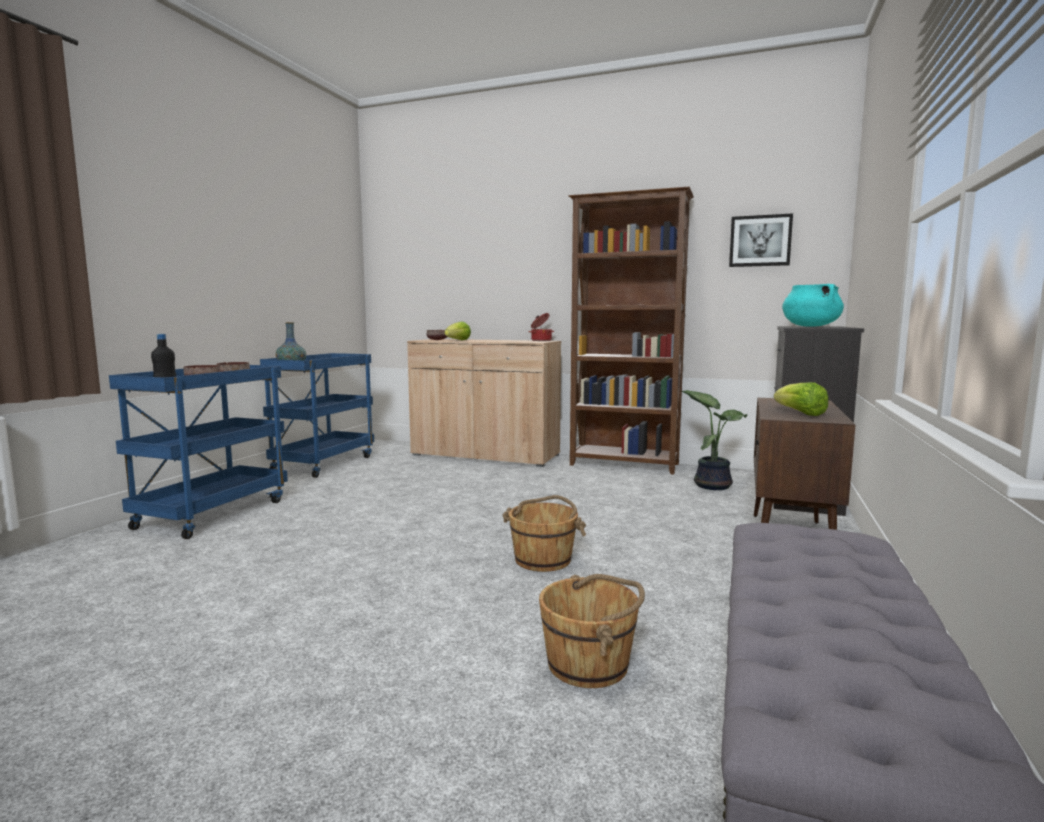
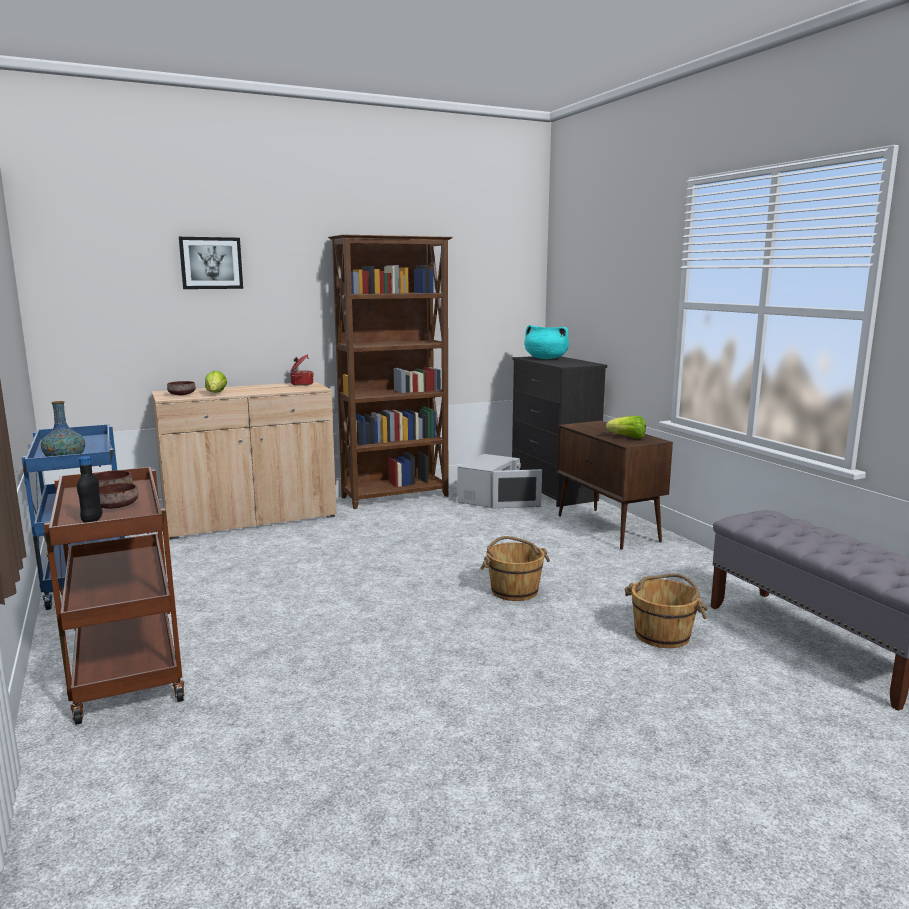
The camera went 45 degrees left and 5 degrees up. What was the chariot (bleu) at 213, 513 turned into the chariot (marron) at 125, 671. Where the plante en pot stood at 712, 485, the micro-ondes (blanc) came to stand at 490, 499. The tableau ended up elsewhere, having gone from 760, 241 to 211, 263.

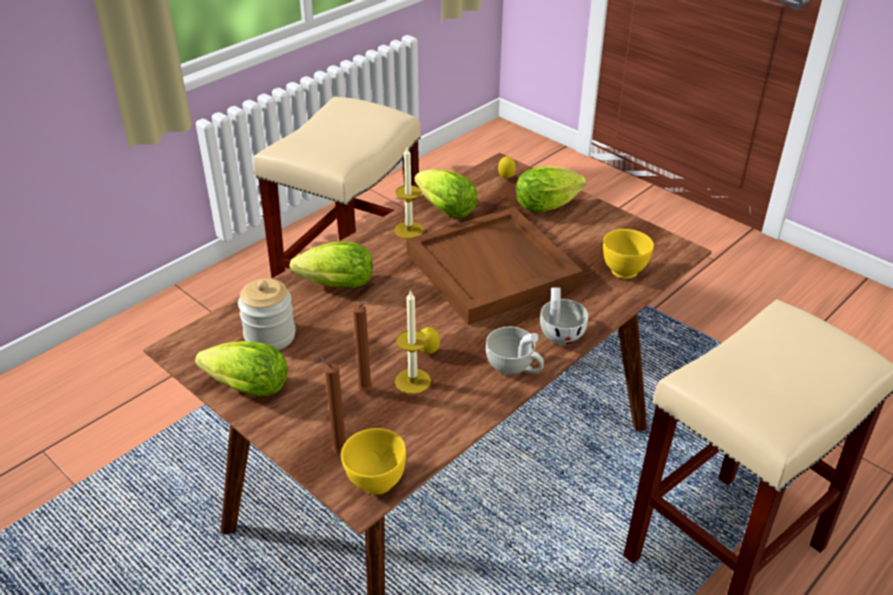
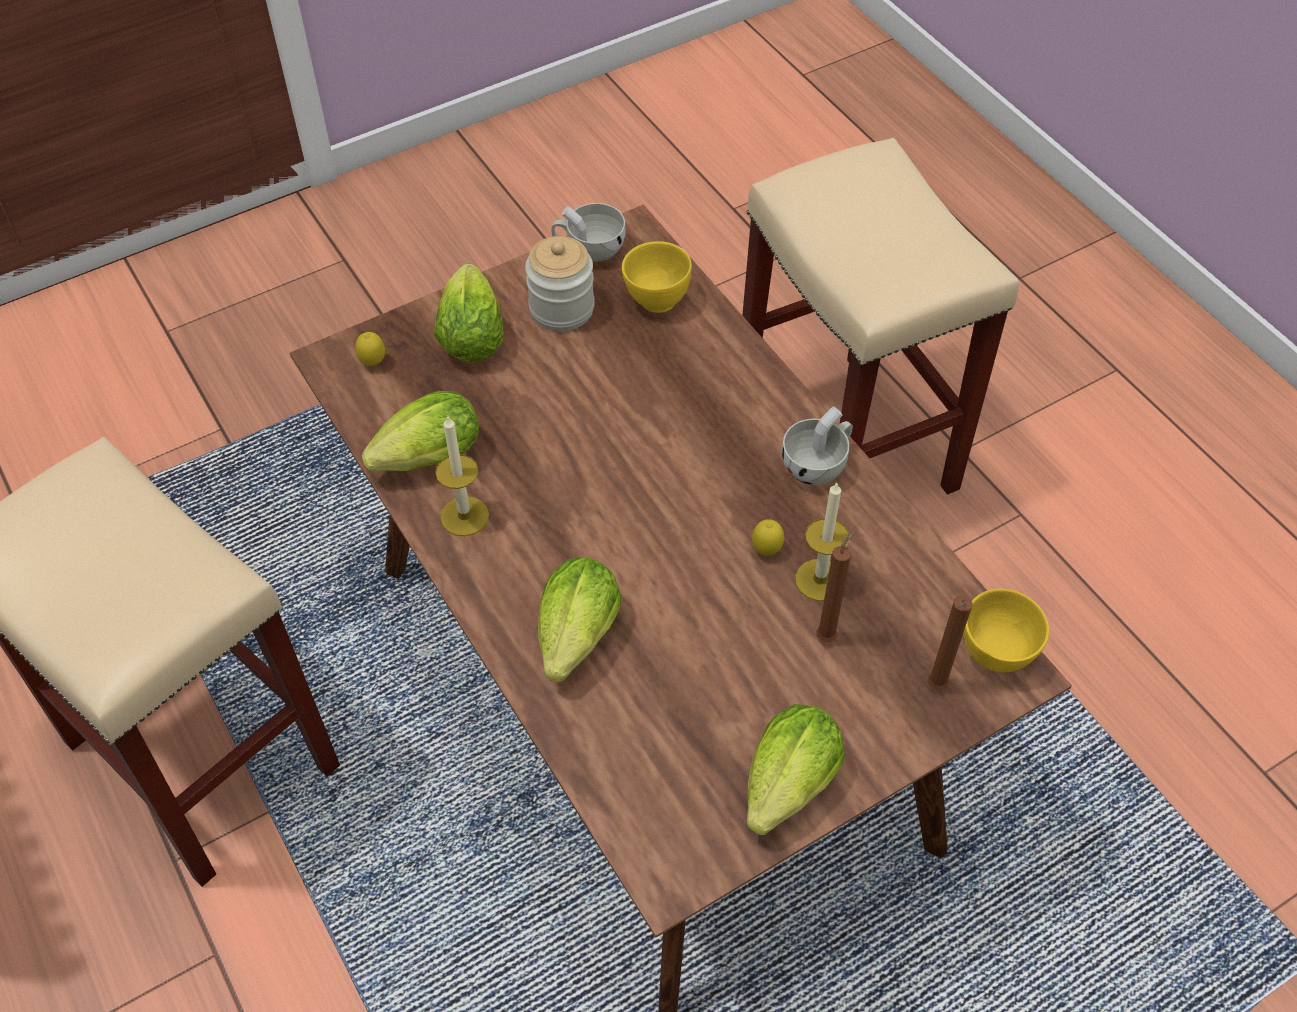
The camera went 75 degrees left and 15 degrees up. The bocal ended up elsewhere, having gone from 270, 336 to 562, 308. The second view lost the plateau (marron) at 494, 269. The tasse (blanc) ended up elsewhere, having gone from 560, 332 to 589, 249.

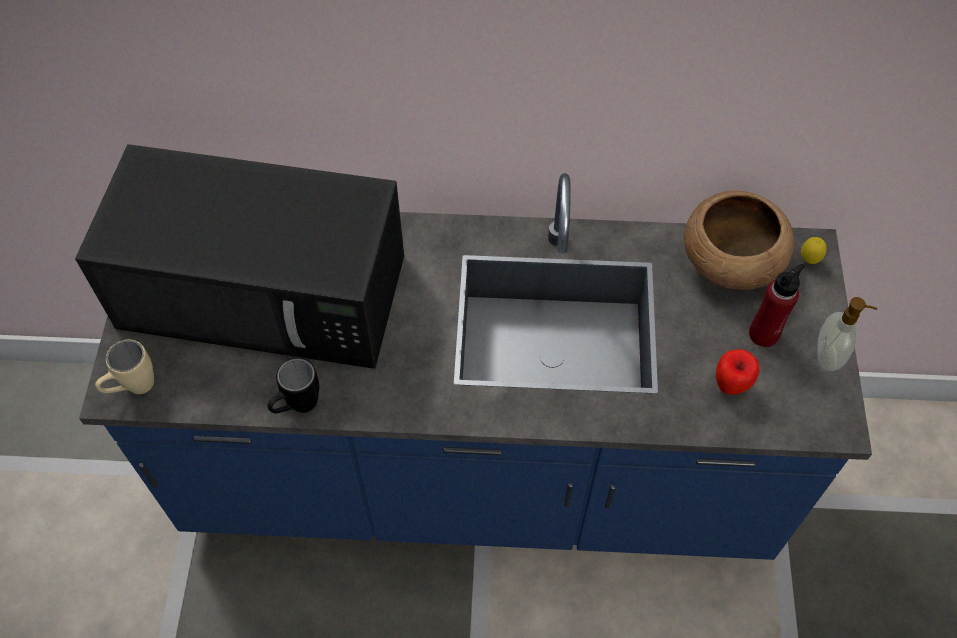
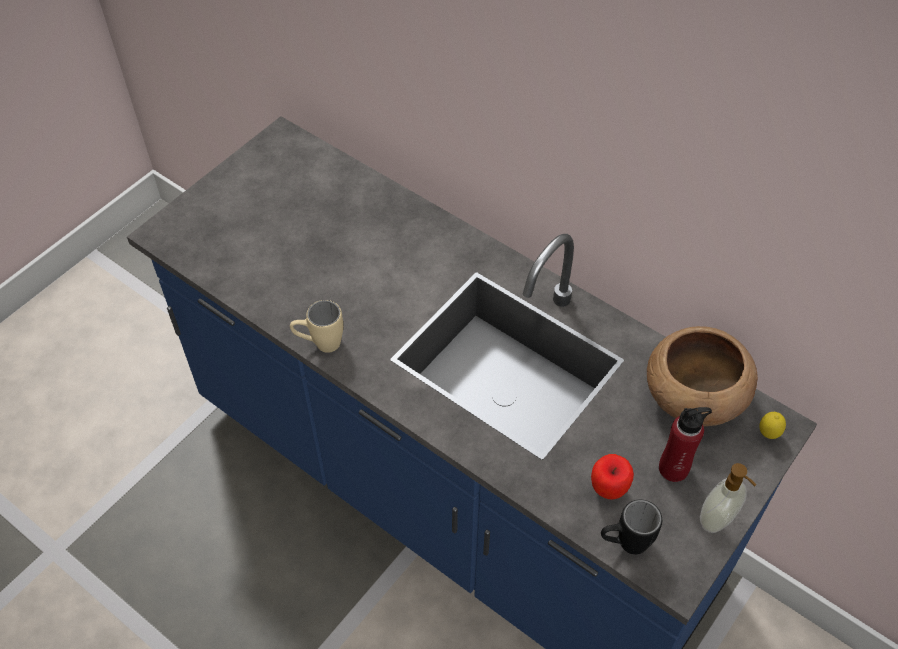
The camera went 35 degrees right and 5 degrees down. The second view lost the micro-ondes (noir) at 267, 290. The mug (beige) ended up elsewhere, having gone from 133, 388 to 320, 344. The mug (noir) ended up elsewhere, having gone from 297, 407 to 624, 544.

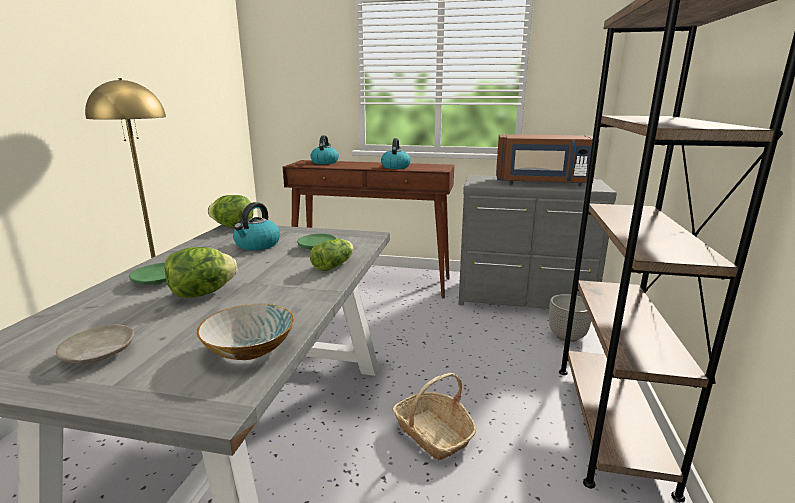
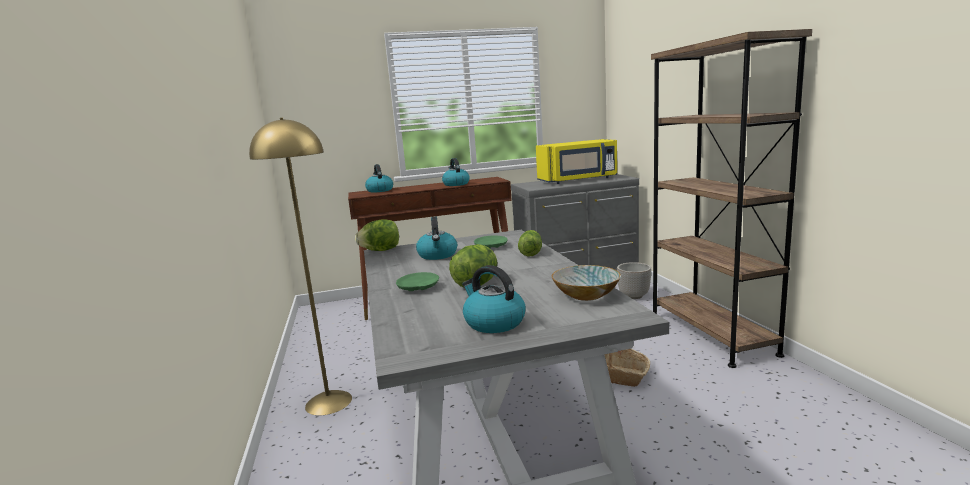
The camera went 25 degrees left and 5 degrees down. Where the assiette (beige) stood at 98, 354, the bouilloire came to stand at 493, 323. What was the micro-ondes (marron) at 542, 182 turned into the micro-ondes (jaune) at 578, 180.

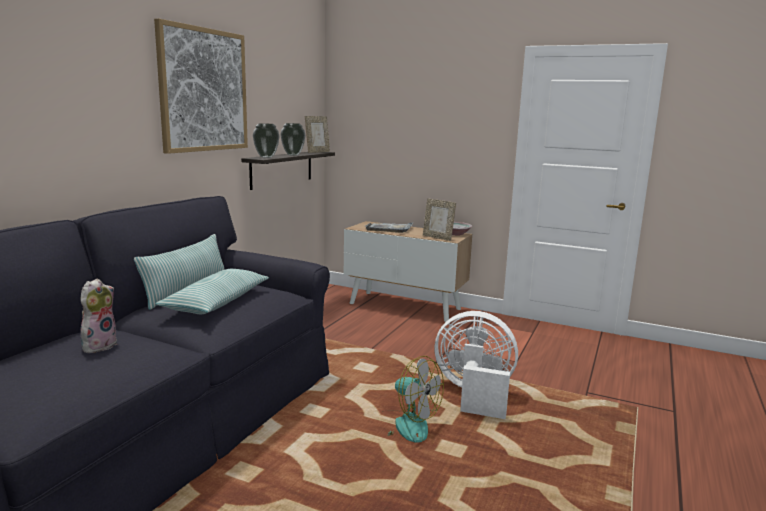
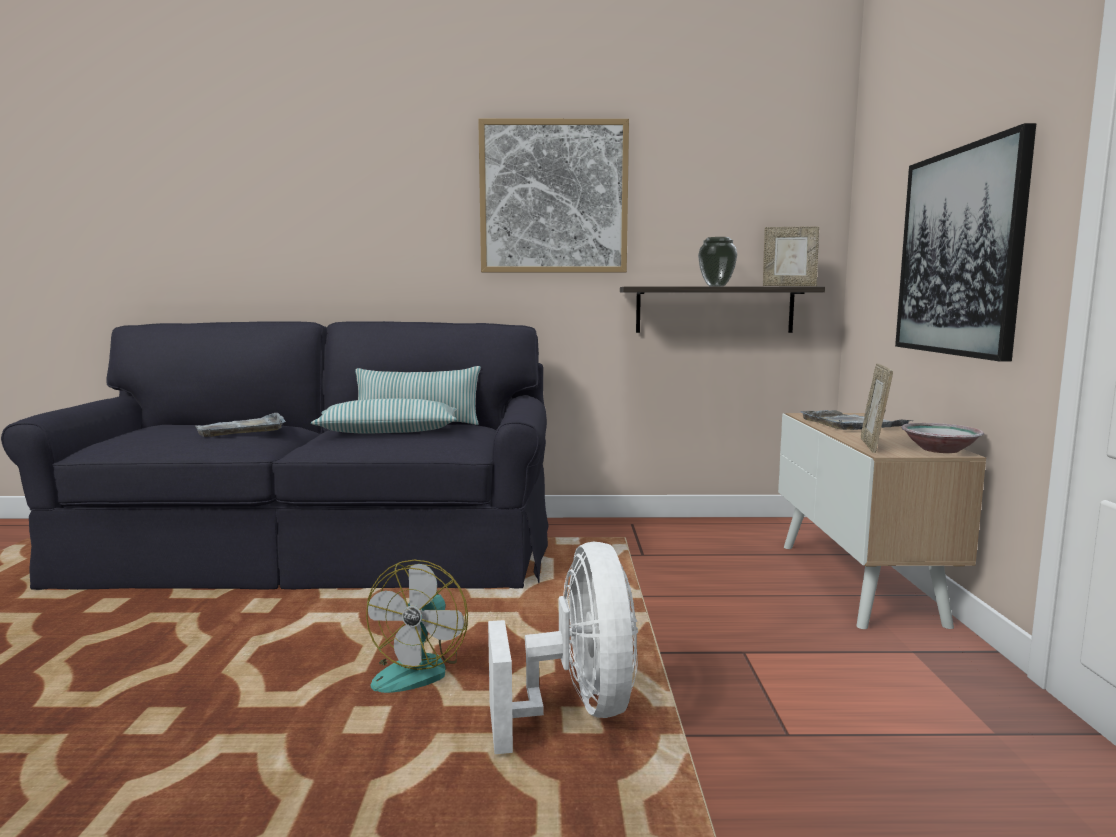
The camera went 65 degrees right and 5 degrees down. Where the peluche stood at 99, 345, the plateau (gris) came to stand at 241, 429. The second view lost the vase at 267, 157. The second view gained the tableau at 959, 252.

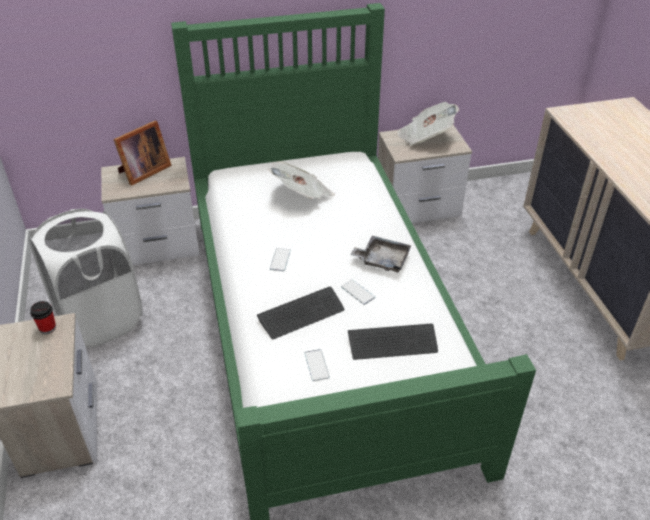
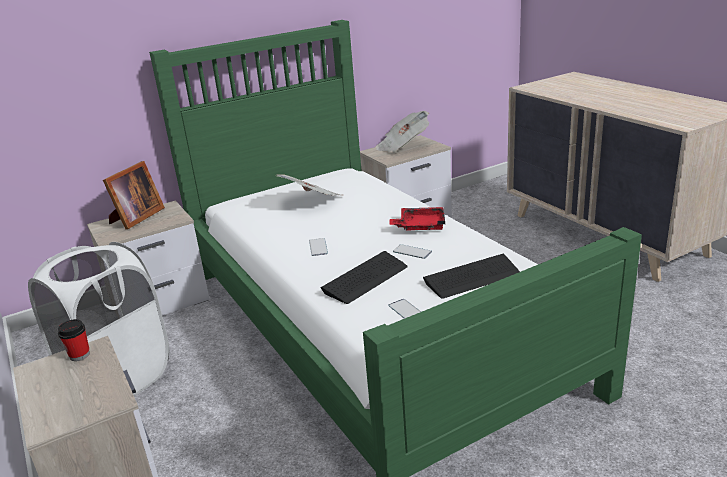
The camera went 15 degrees left and 15 degrees down. What was the plateau (gris) at 382, 260 turned into the plateau (rouge) at 420, 226.

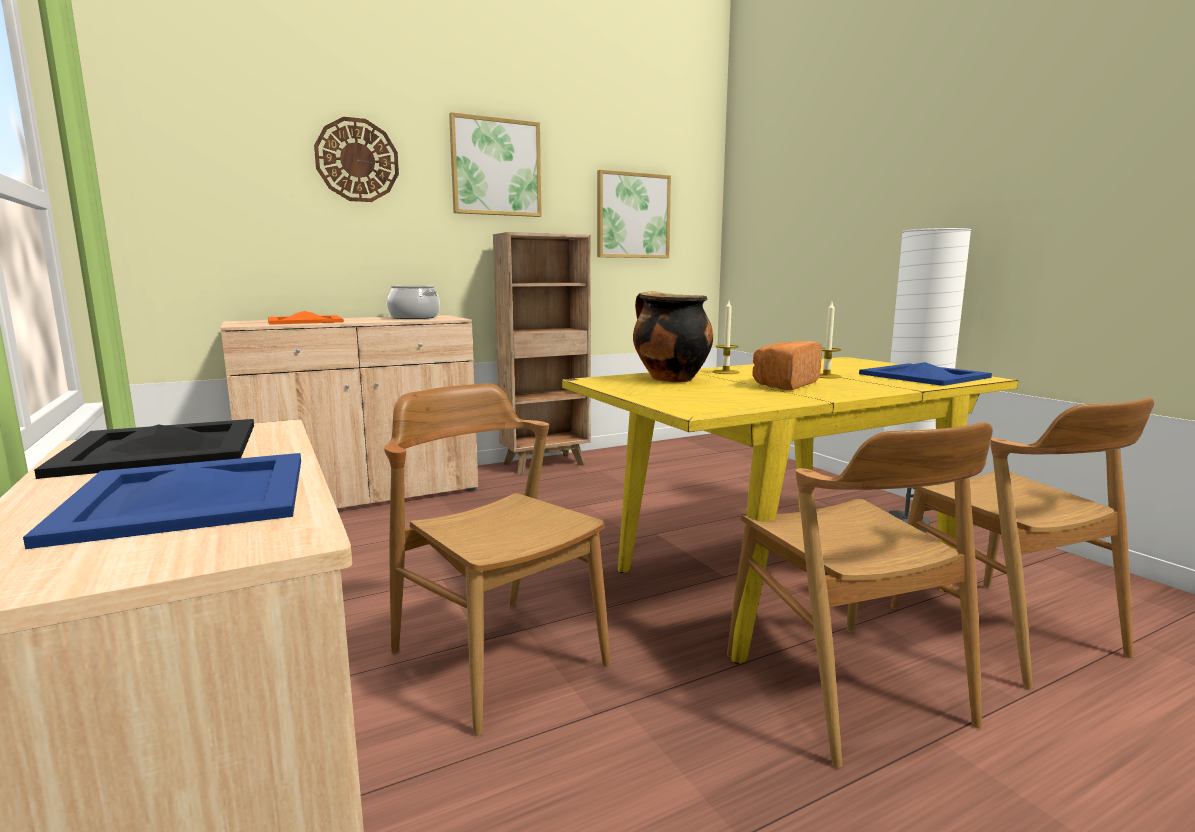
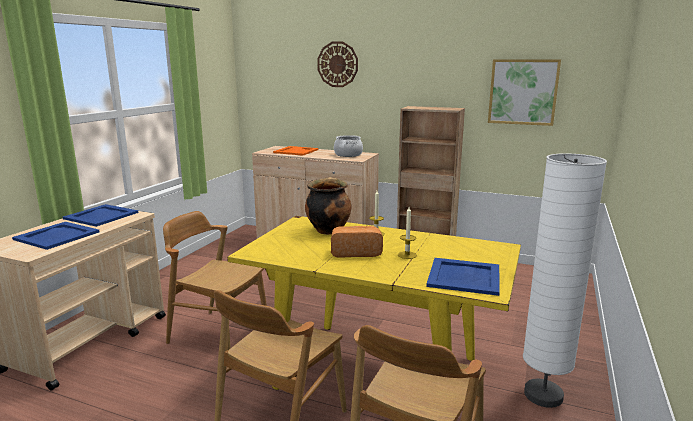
The camera went 50 degrees right and 5 degrees up. What was the plateau (noir) at 162, 448 turned into the plateau (bleu) at 101, 216. The chaise (marron) at 498, 658 ended up facing another way, 75 degrees counterclockwise from before. The second view lost the tableau at 496, 167.

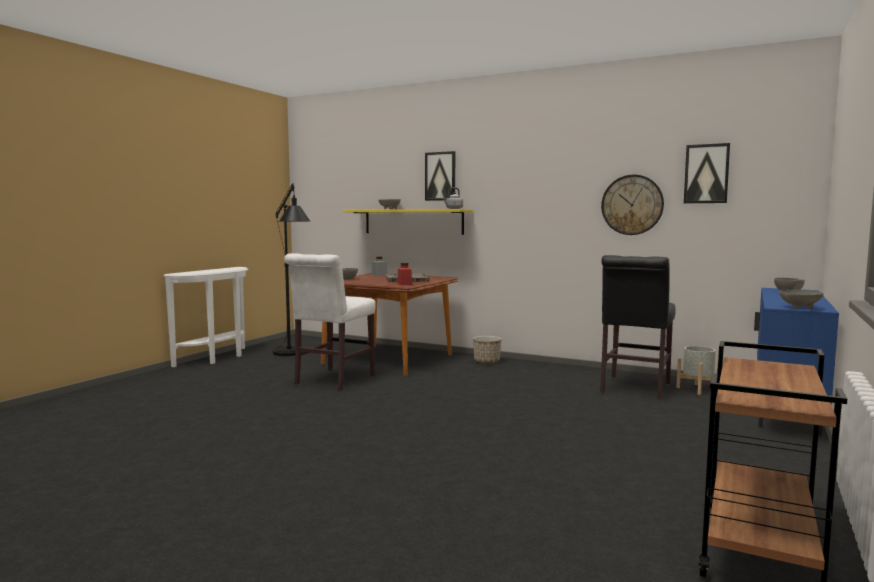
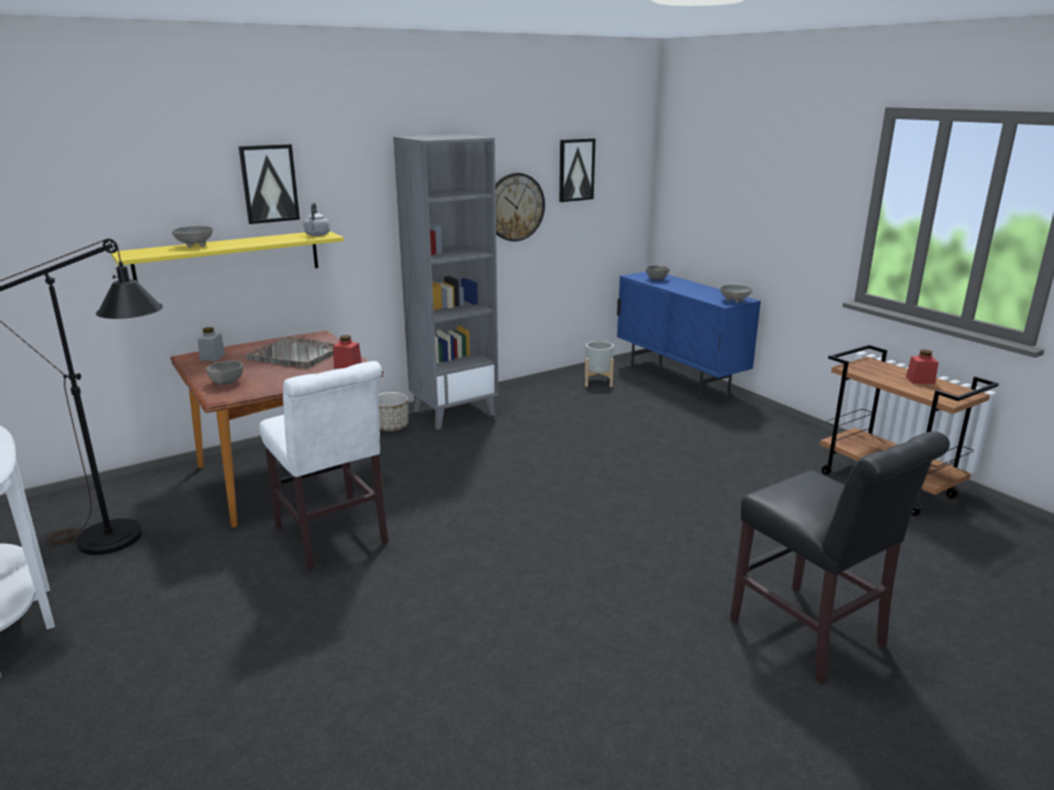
The camera went 60 degrees left and 15 degrees up. The chaise (noir) ended up elsewhere, having gone from 634, 389 to 813, 637. The second view gained the bibliothèque (gris) at 454, 412. The second view gained the bocal (rouge) at 920, 380.

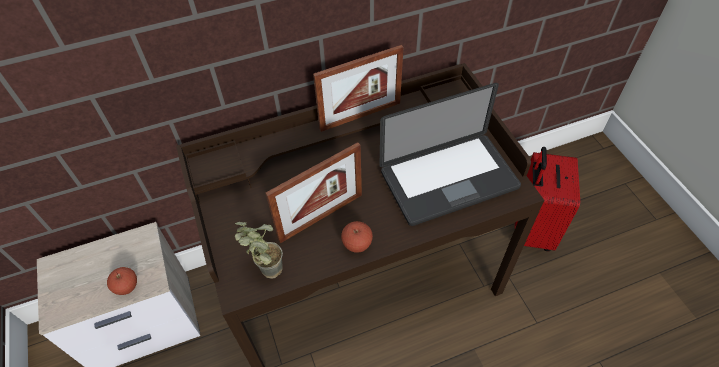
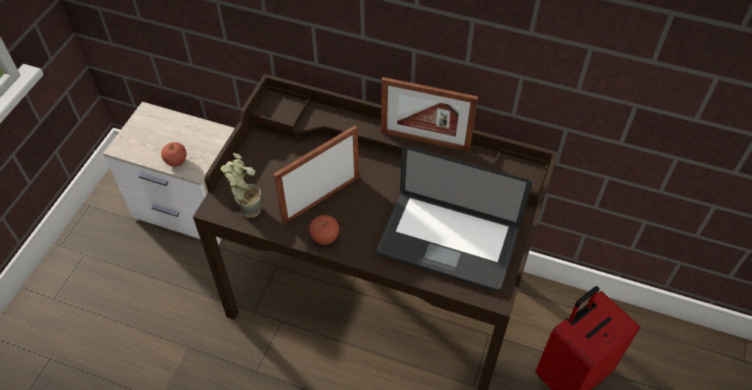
The camera went 40 degrees right and 0 degrees up. The cadre photo at 321, 217 ended up facing another way, 135 degrees clockwise from before.

